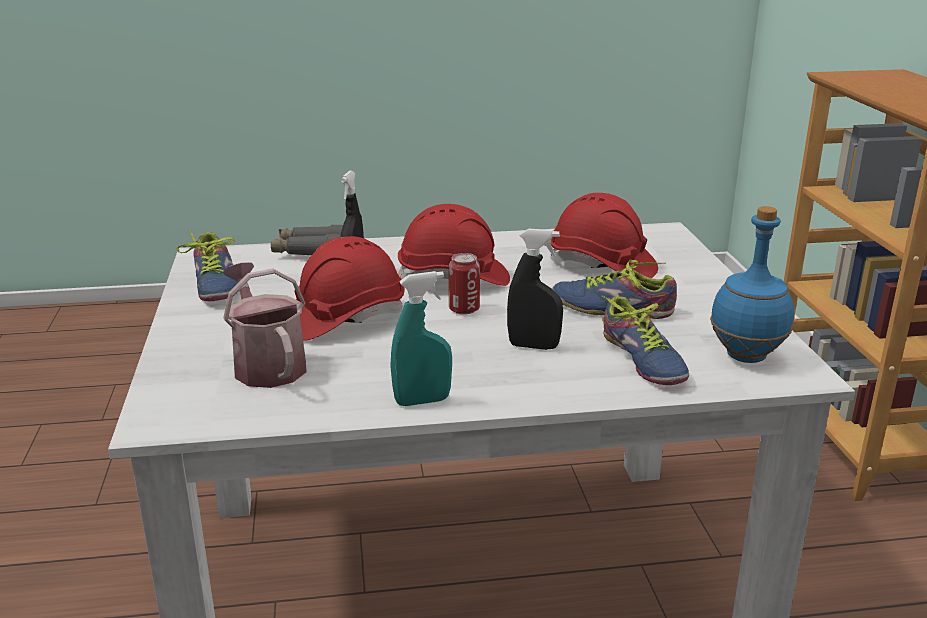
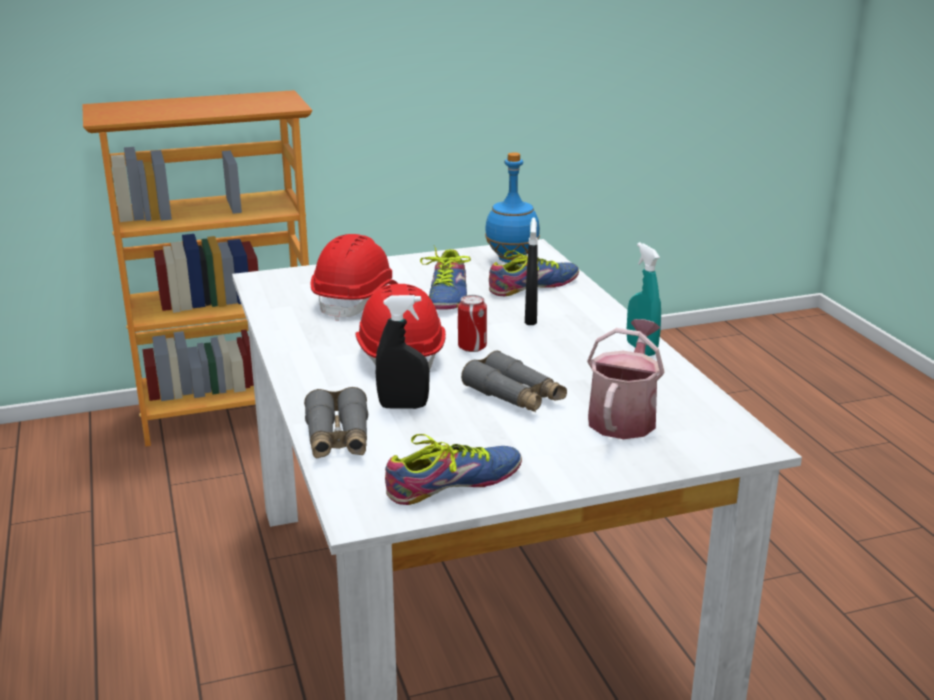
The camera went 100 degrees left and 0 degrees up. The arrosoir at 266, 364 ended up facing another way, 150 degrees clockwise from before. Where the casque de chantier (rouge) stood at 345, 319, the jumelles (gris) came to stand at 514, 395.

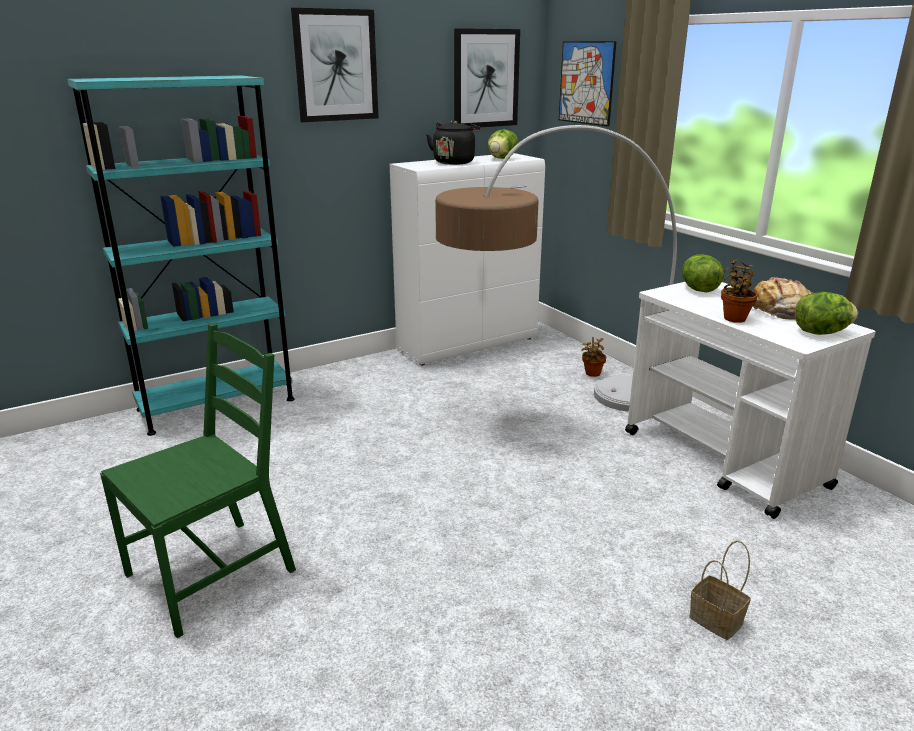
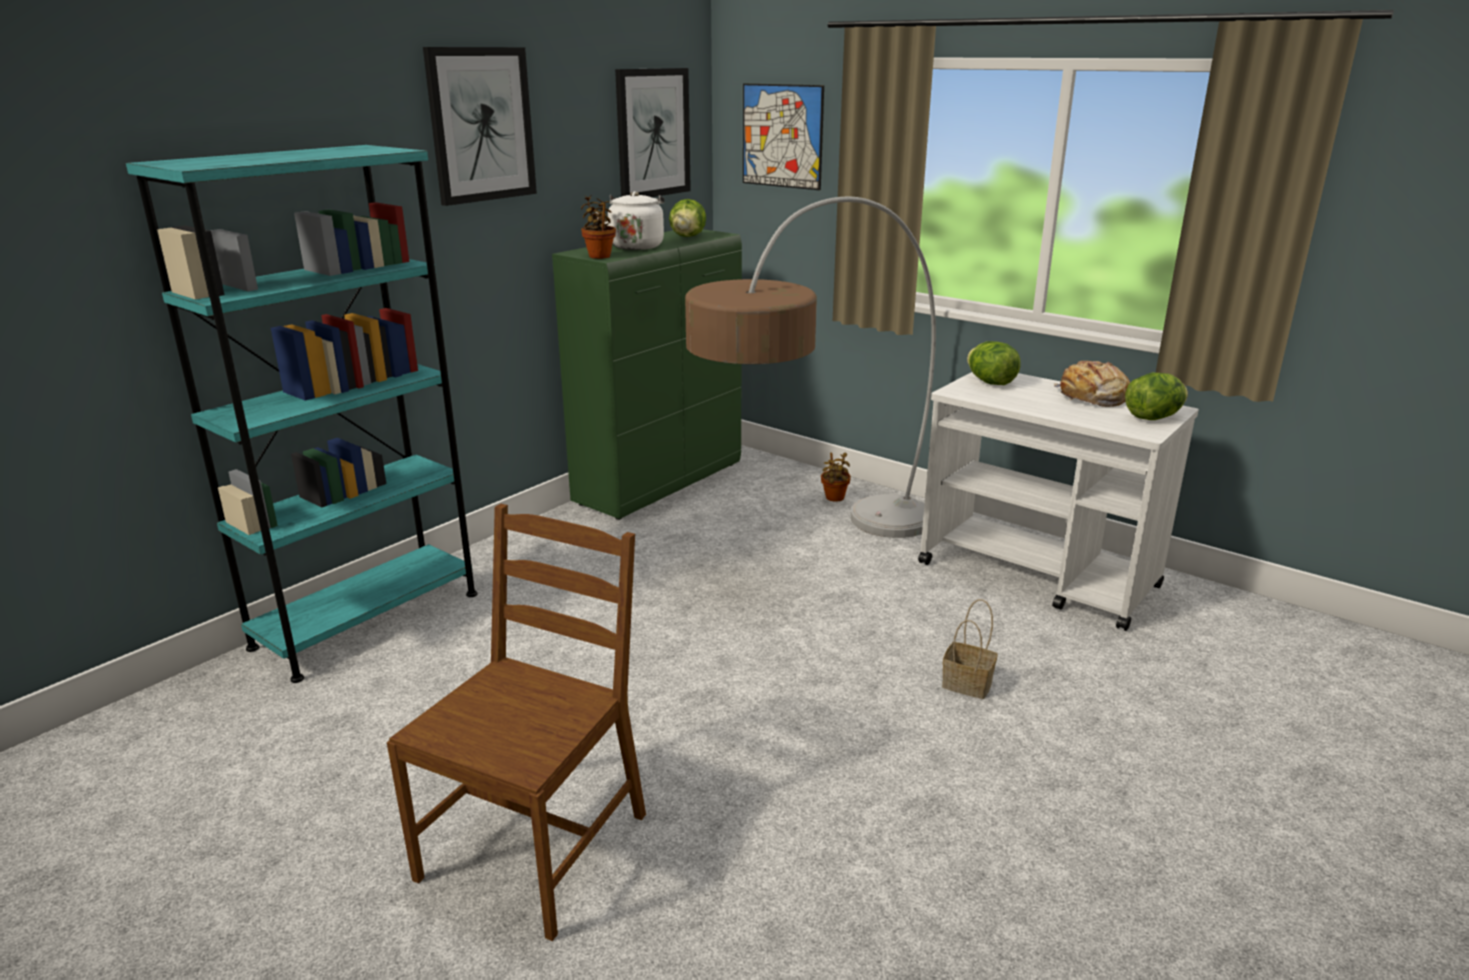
The camera went 20 degrees left and 0 degrees up. What was the chaise (vert) at 212, 572 turned into the chaise (marron) at 536, 845. What was the meuble de rangement (blanc) at 468, 344 turned into the meuble de rangement (vert) at 660, 483. What was the bouilloire (noir) at 454, 162 turned into the bouilloire (blanc) at 636, 246. The panier ended up elsewhere, having gone from 718, 620 to 969, 684. The plante en pot ended up elsewhere, having gone from 734, 318 to 599, 256.

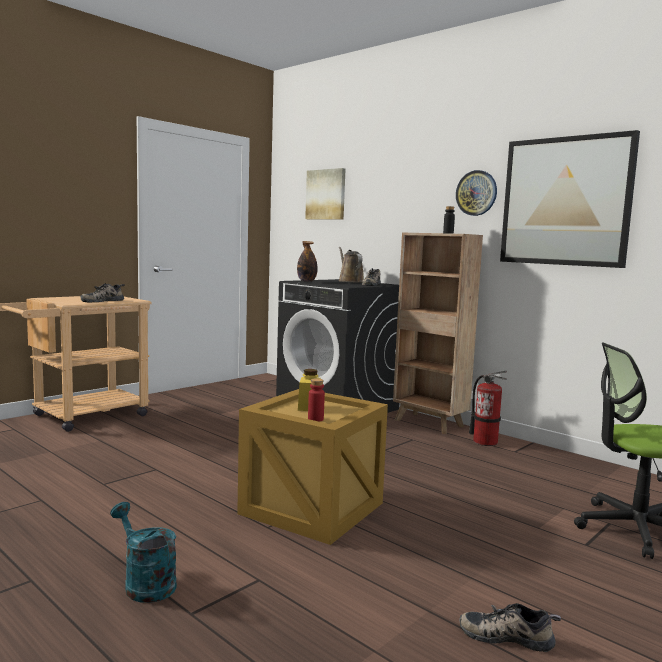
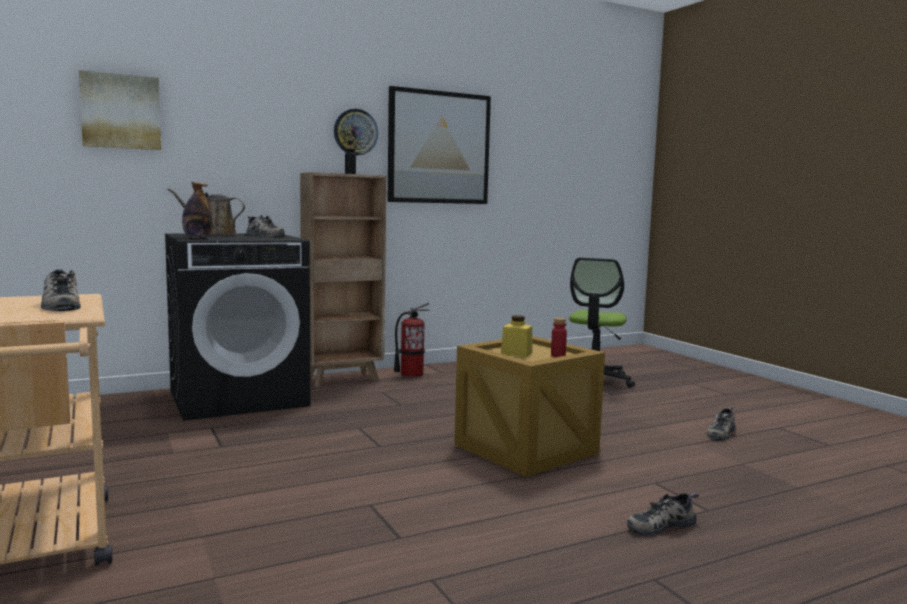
The camera went 70 degrees left and 0 degrees up. Where the arrosoir (turquoise) stood at 145, 583, the chaussure came to stand at 660, 524.

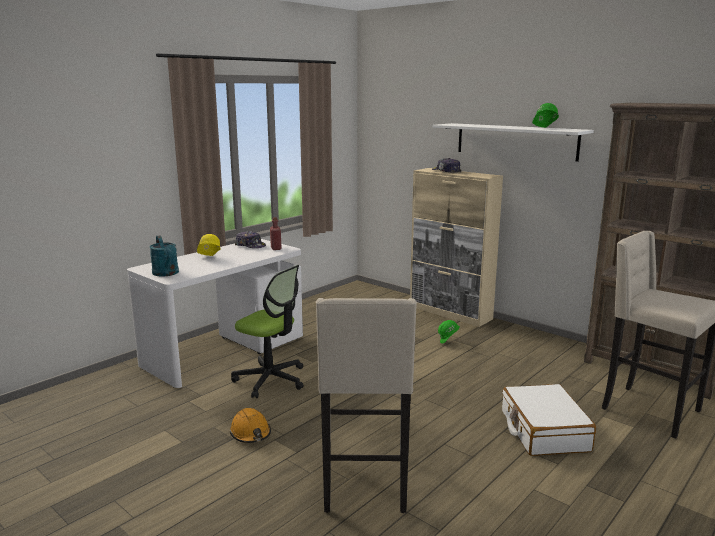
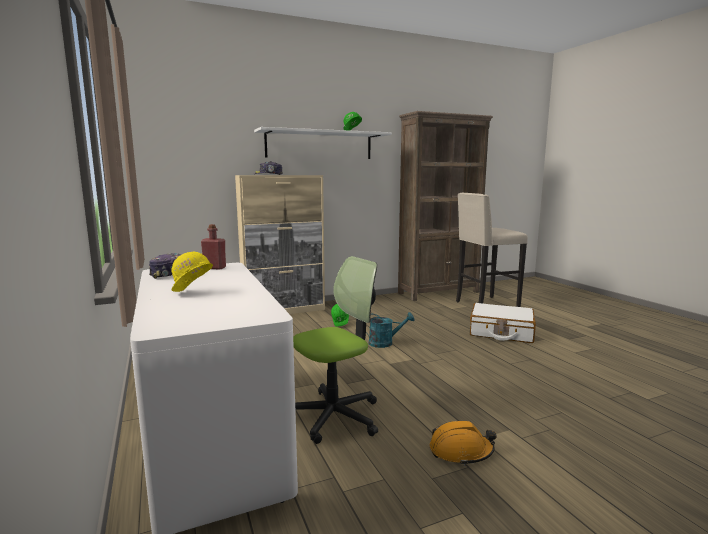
The camera went 65 degrees left and 5 degrees down. The arrosoir (turquoise) ended up elsewhere, having gone from 167, 274 to 385, 343. The second view lost the tabouret (beige) at 365, 485.

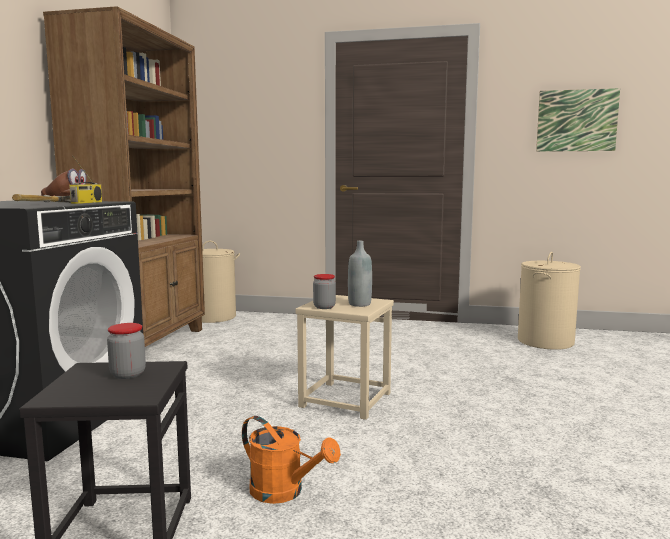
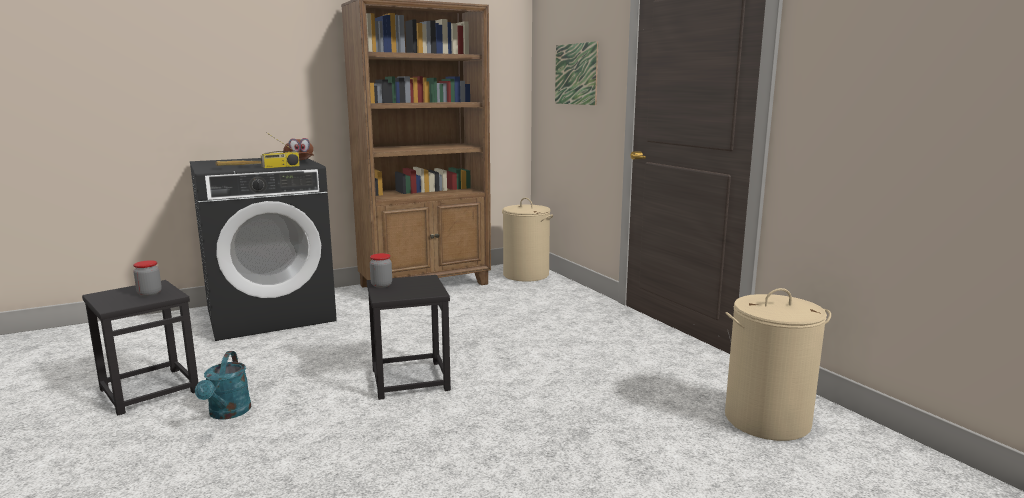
The camera went 50 degrees right and 5 degrees up. What was the arrosoir (orange) at 284, 492 turned into the arrosoir (turquoise) at 227, 413. What was the tabouret (beige) at 345, 400 turned into the tabouret (noir) at 409, 379. The second view lost the bouteille (gris) at 359, 304. The tableau ended up elsewhere, having gone from 577, 120 to 576, 74.

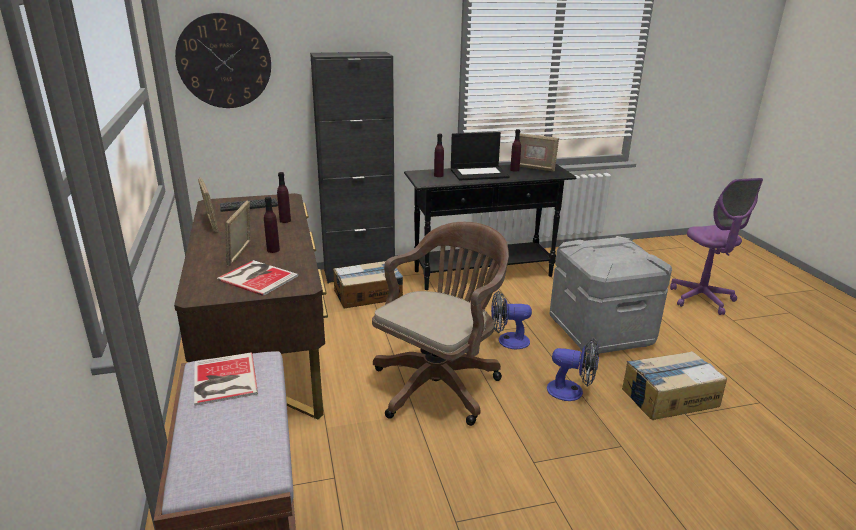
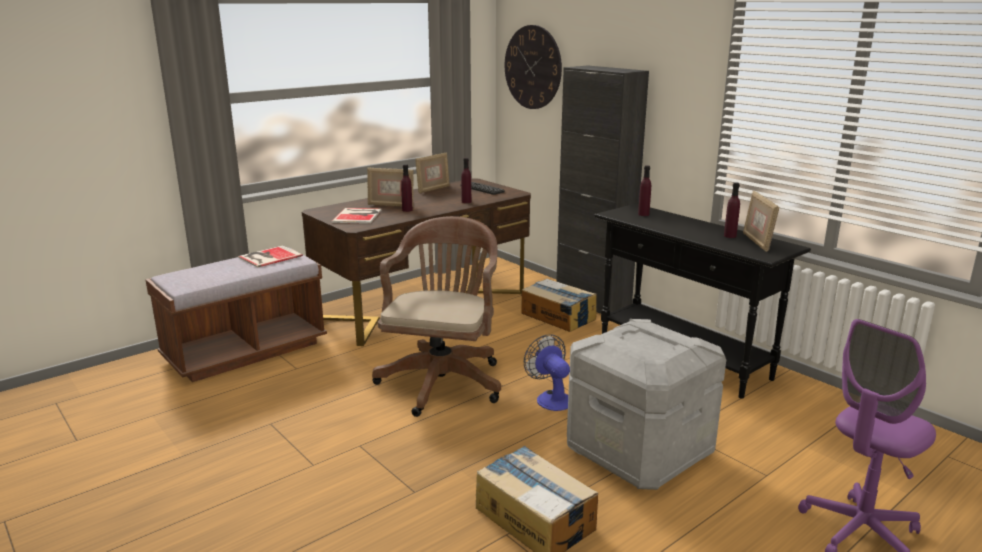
The camera went 65 degrees right and 5 degrees down. The cadre photo at 241, 254 ended up facing another way, 150 degrees counterclockwise from before. The chaise de bureau (marron) at 440, 383 ended up facing another way, 90 degrees counterclockwise from before. The second view lost the ordinateur portable at 479, 173. The second view lost the ventilateur at 571, 391.

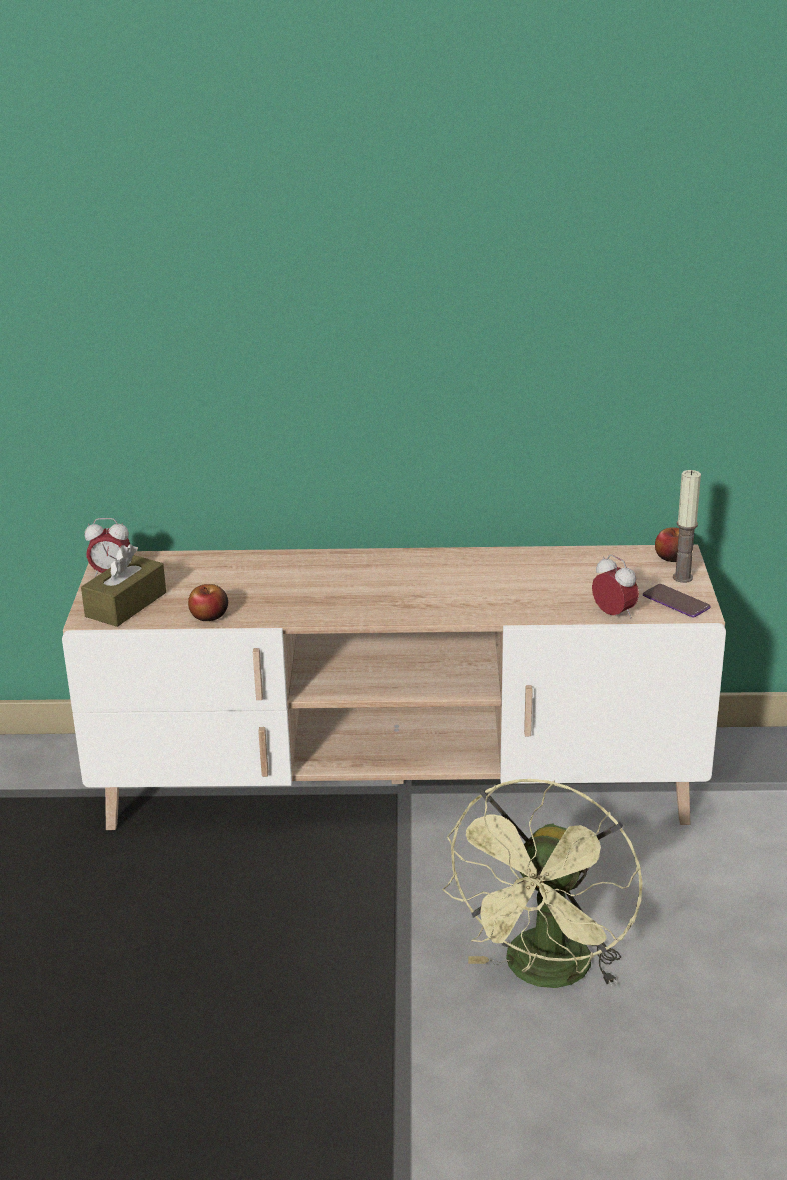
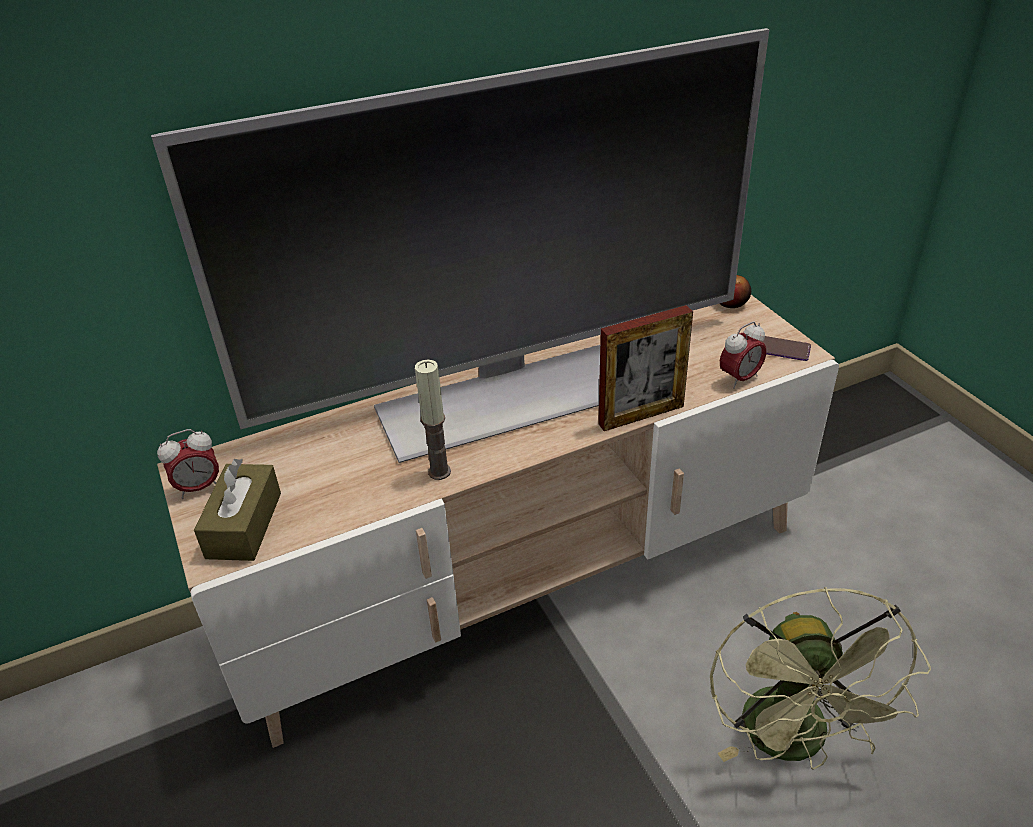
The camera went 25 degrees left and 10 degrees up. The second view lost the pomme at 209, 616. The réveil at 614, 615 ended up facing another way, 120 degrees clockwise from before. The bougie ended up elsewhere, having gone from 682, 577 to 439, 472. The second view gained the téléviseur at 522, 393. The second view gained the cadre photo at 641, 415.

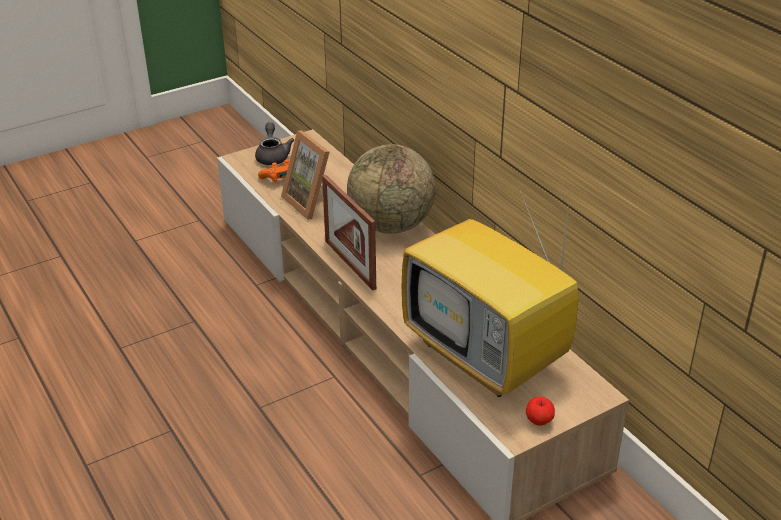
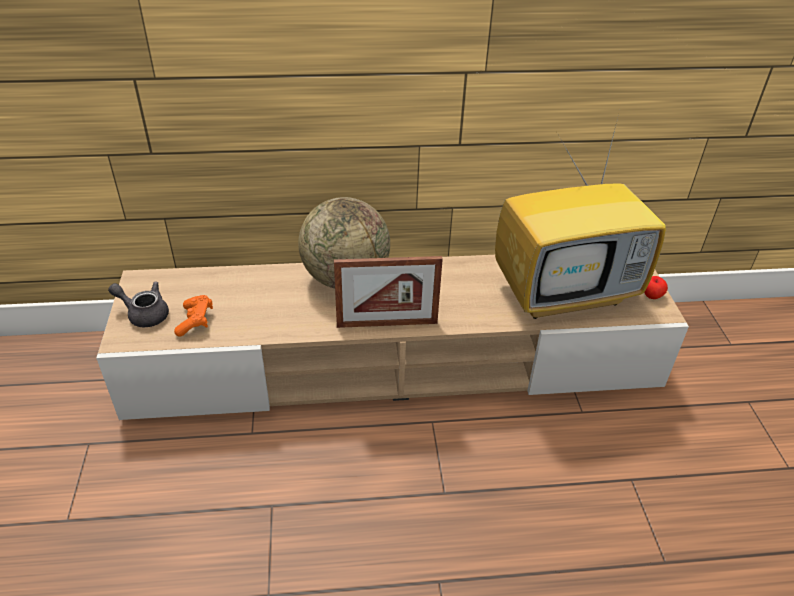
The camera went 65 degrees left and 5 degrees up. The second view lost the cadre photo at 312, 202.

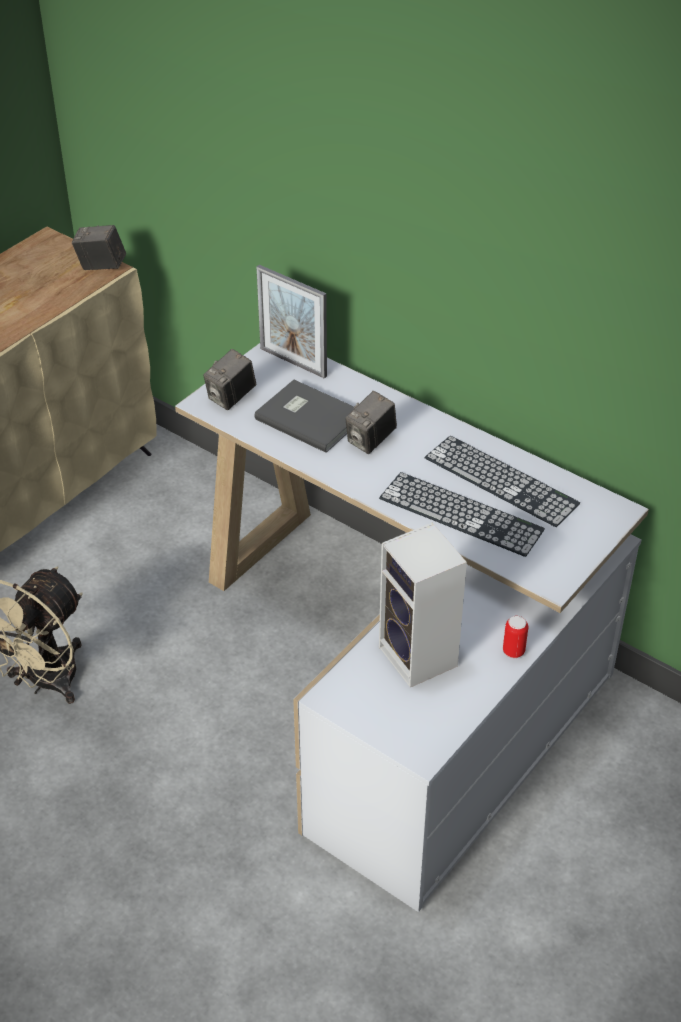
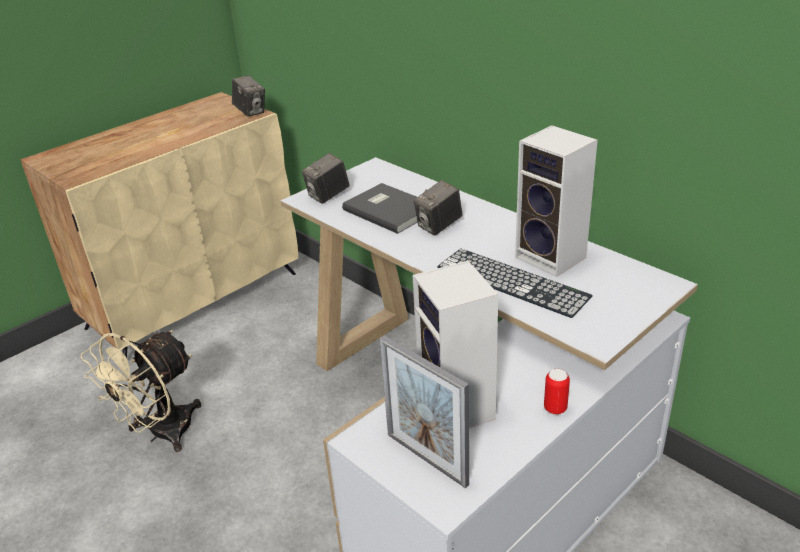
The camera went 10 degrees right and 10 degrees down. The appareil photo at 101, 266 ended up facing another way, 150 degrees counterclockwise from before. The cadre photo ended up elsewhere, having gone from 293, 362 to 426, 459. Where the clavier stood at 501, 480, the enceinte came to stand at 553, 258.

